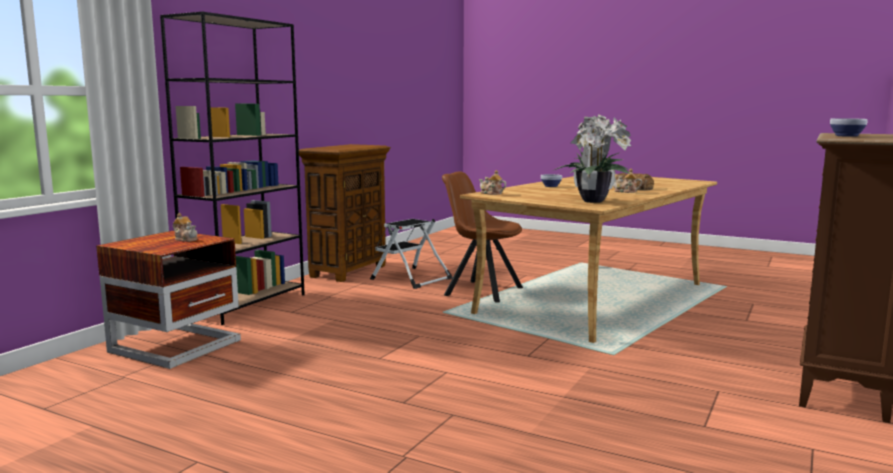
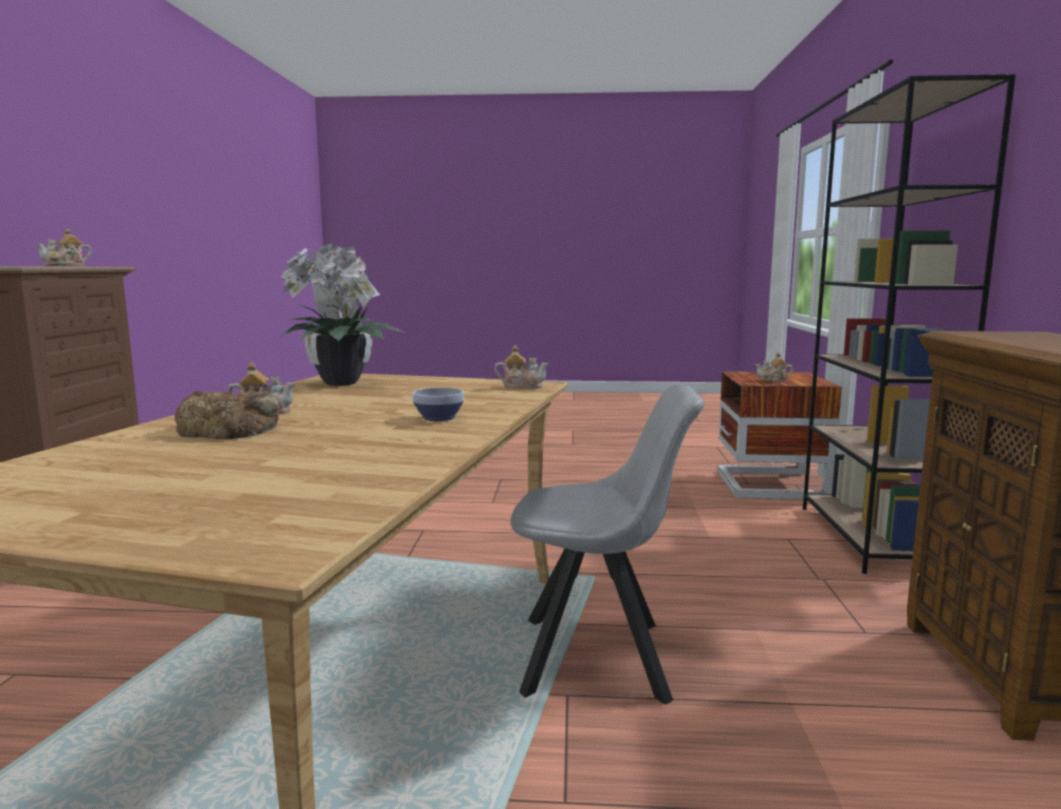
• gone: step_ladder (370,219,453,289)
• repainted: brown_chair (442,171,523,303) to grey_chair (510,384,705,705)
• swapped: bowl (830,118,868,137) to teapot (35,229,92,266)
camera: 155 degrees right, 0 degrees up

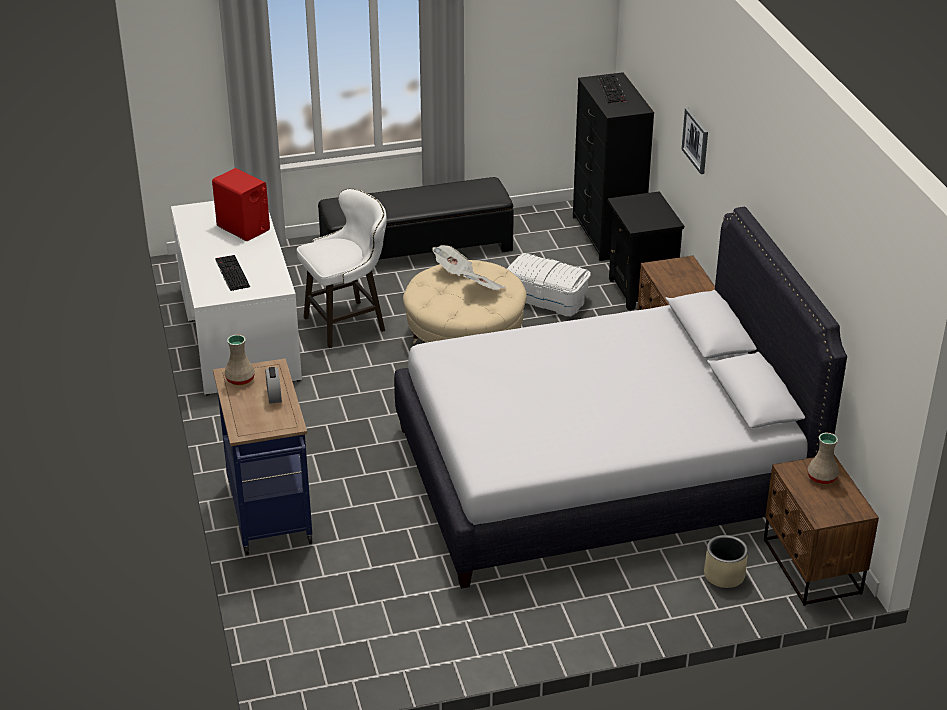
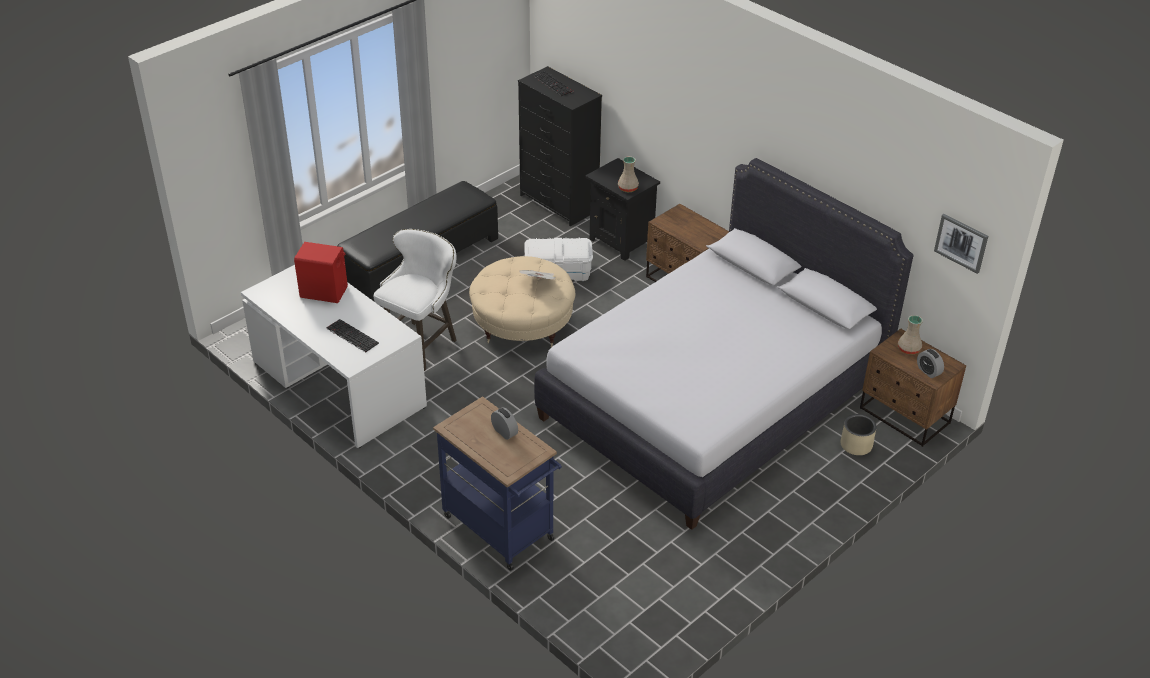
• shifted: beige_vase (225,335,255,385) to (618,156,639,192)
• gone: newspaper (432,245,474,276)
• shifted: picture (682,108,708,174) to (934,214,988,274)
• new: alarm_clock (917,349,944,378)
camera: 30 degrees left, 5 degrees up

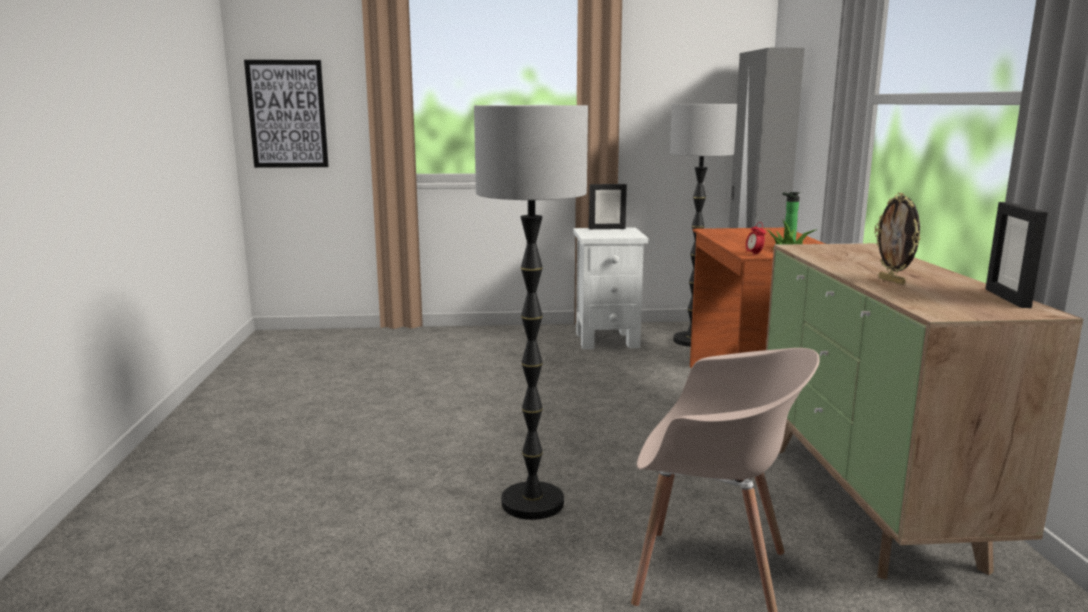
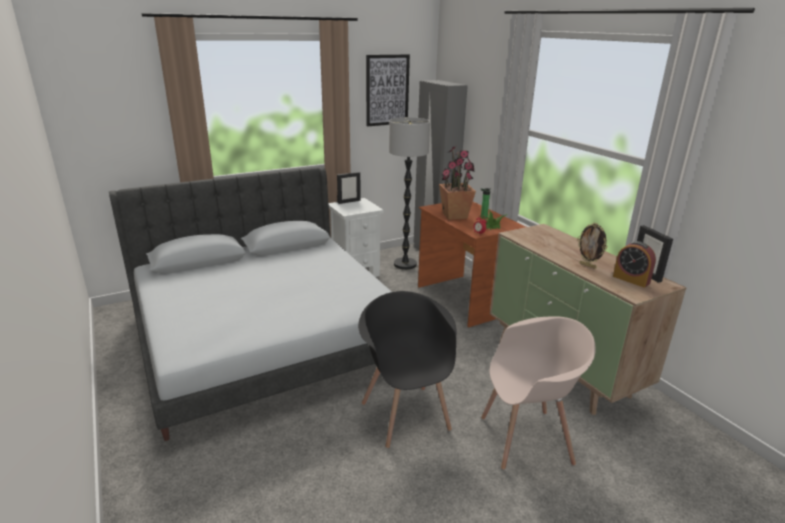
• shifted: picture (244,60,329,168) to (366,54,410,126)
• swapped: floor_lamp (474,105,588,520) to black_chair (358,291,457,448)
• new: grey_bed (109,167,392,441)
• new: potted_plant (439,146,476,220)
• new: alarm_clock (613,241,656,288)
camera: 25 degrees left, 10 degrees up

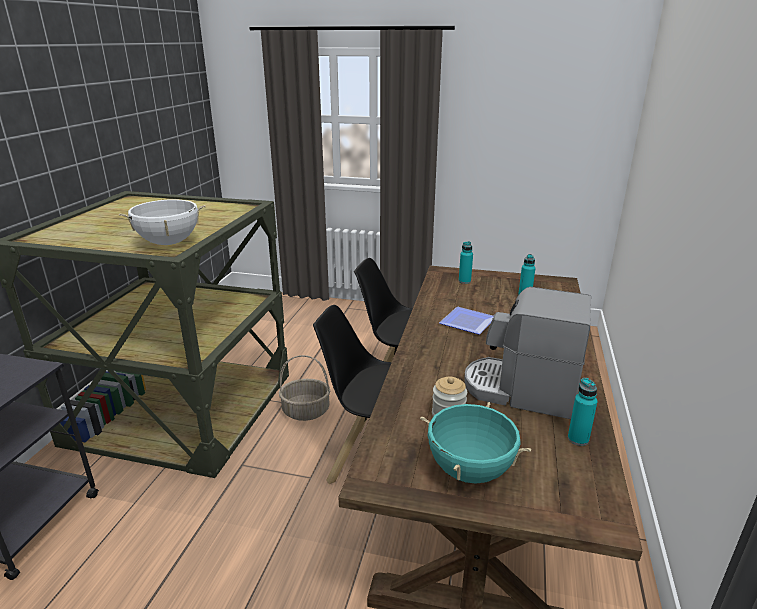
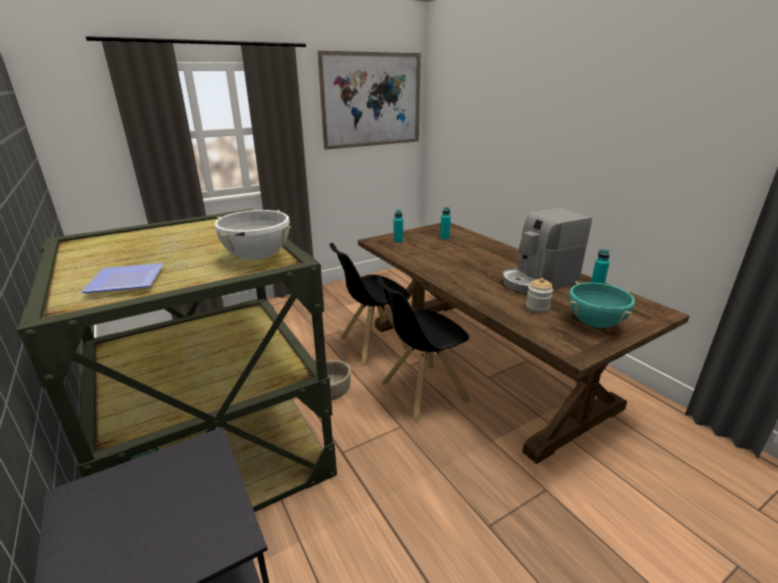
• shifted: plate (439,307,494,335) to (81,263,164,293)
• new: picture (317,51,421,150)
camera: 45 degrees left, 0 degrees up

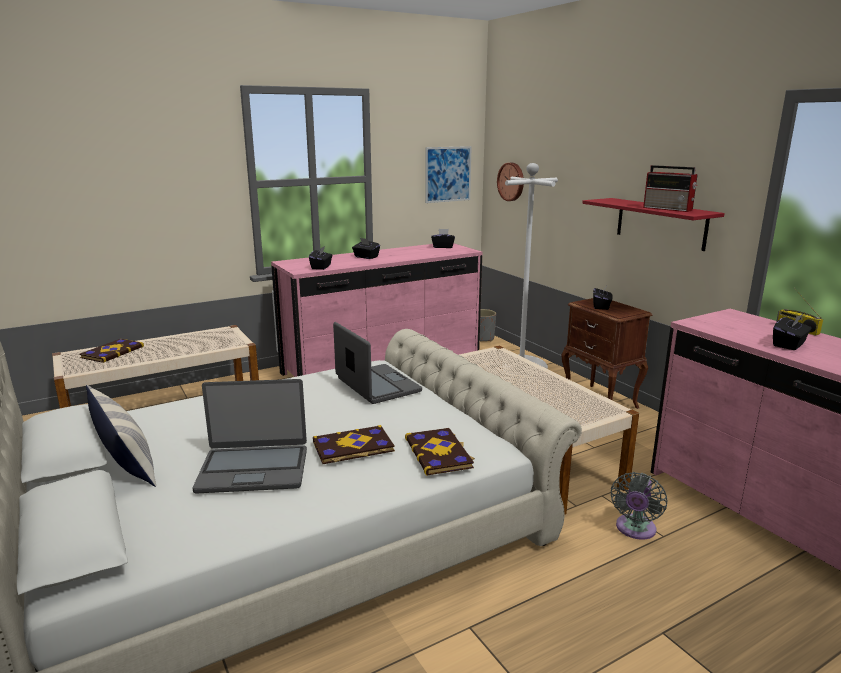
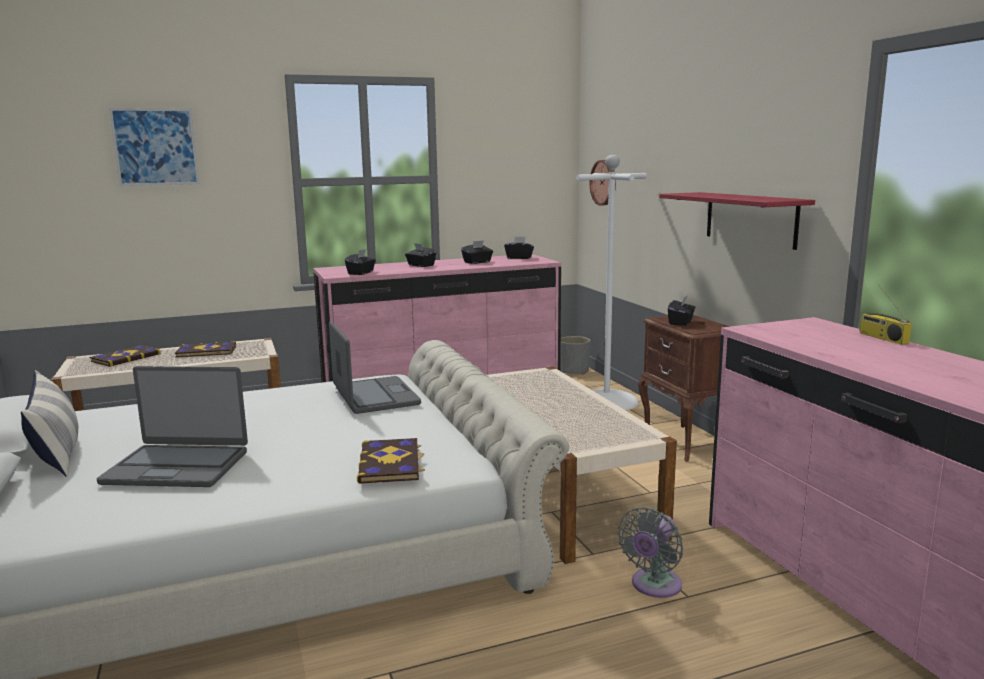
• shifted: book (313,425,395,464) to (175,341,236,358)
• shifted: picture (425,146,472,203) to (109,108,199,186)
• gone: radio (643,165,698,212)
• shifted: black_tissue_box (773,314,812,350) to (461,240,493,264)
camera: 10 degrees right, 5 degrees down

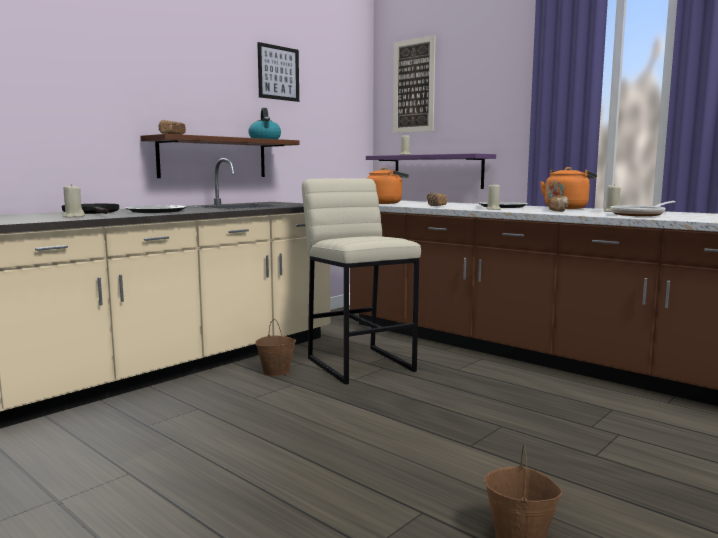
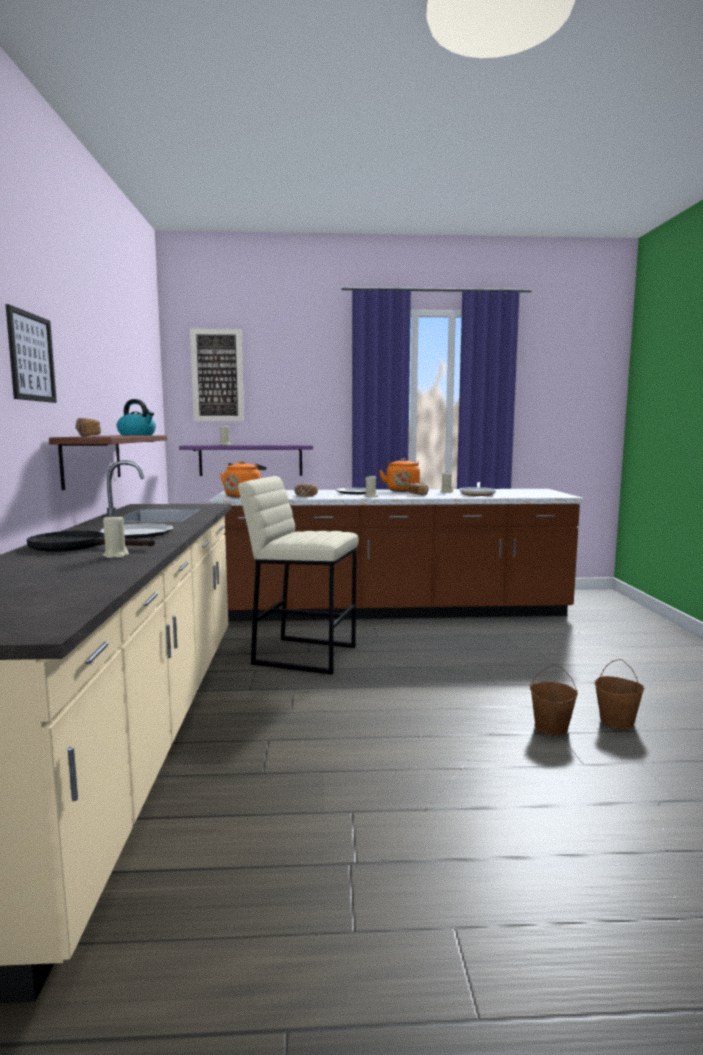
• shifted: brown_bucket (255,319,296,376) to (530,665,578,736)
• shifted: picture (257,42,299,102) to (5,304,57,403)
camera: 45 degrees left, 0 degrees up

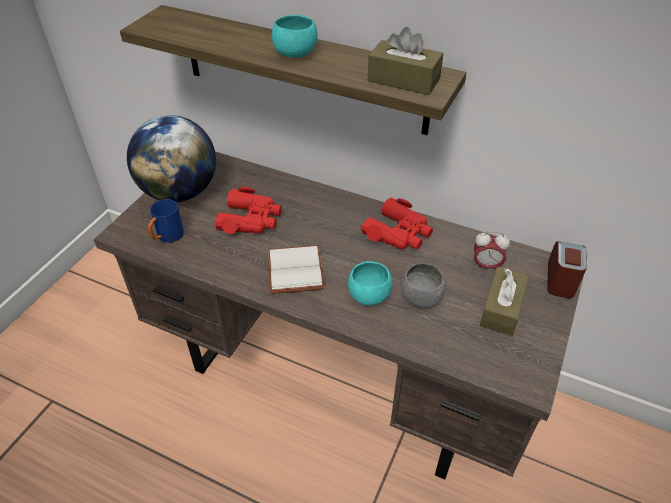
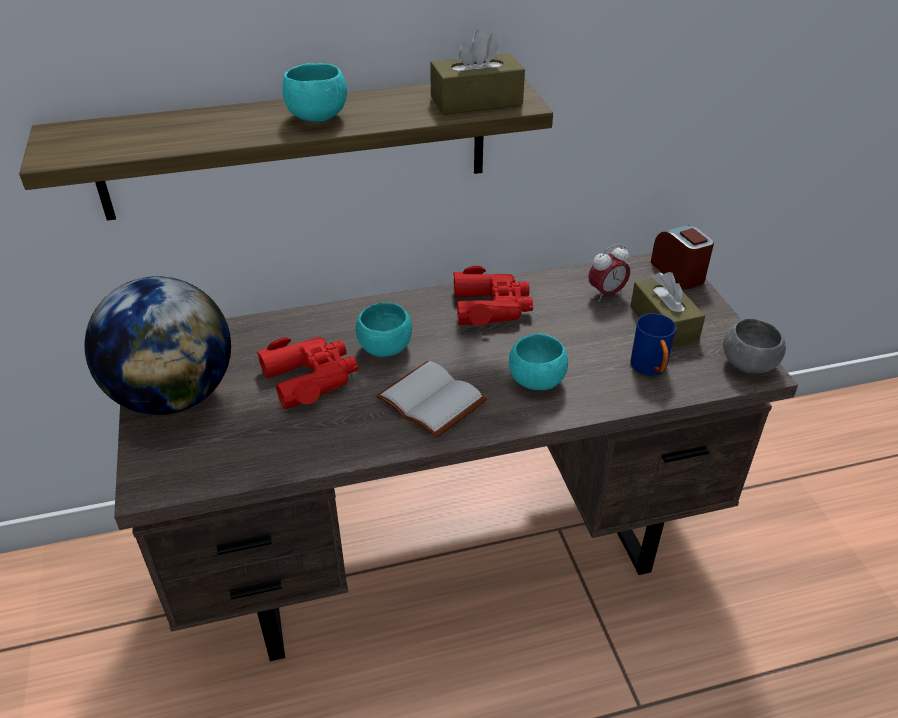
• shifted: blue_mug (148,199,184,243) to (630,313,676,376)
• shifted: grey_bowl (401,263,446,308) to (723,319,786,374)
• new: turquoise_bowl (356,303,412,357)
camera: 40 degrees left, 5 degrees down

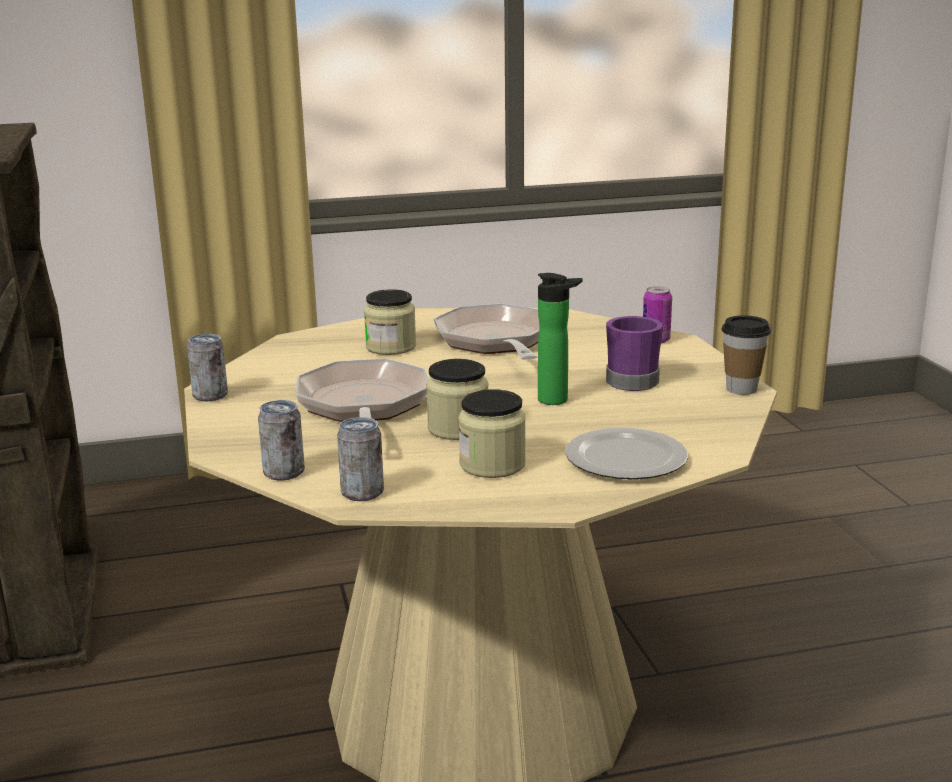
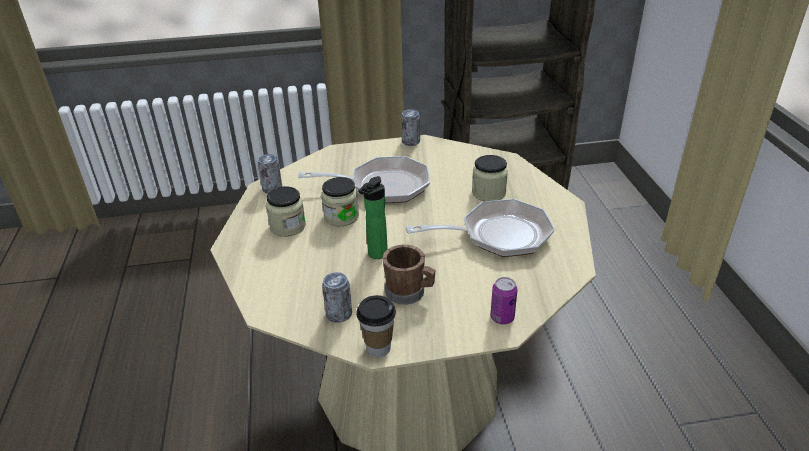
• shifted: can (258,400,305,480) to (322,272,352,323)
• gone: plate (565,428,688,479)
• repainted: purple_mug (606,316,663,391) to brown_mug (382,245,435,305)
camera: 95 degrees right, 15 degrees up

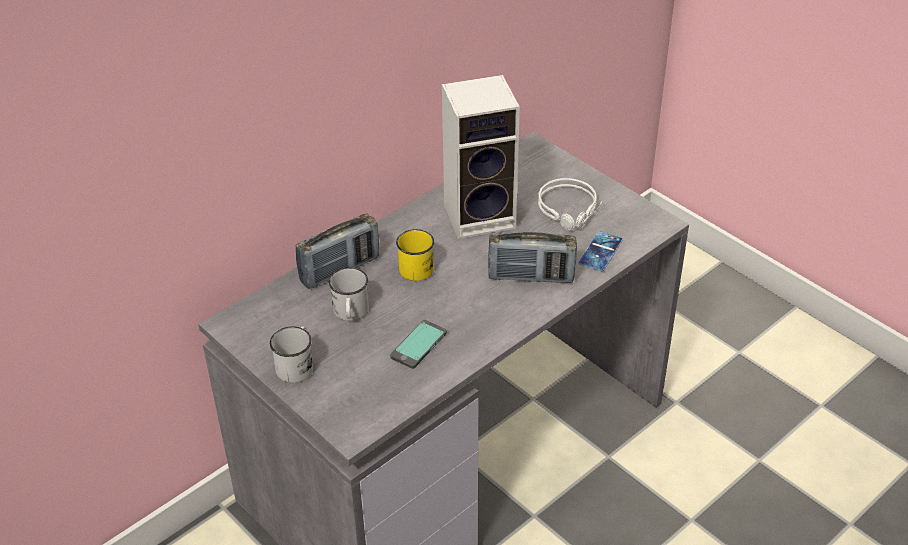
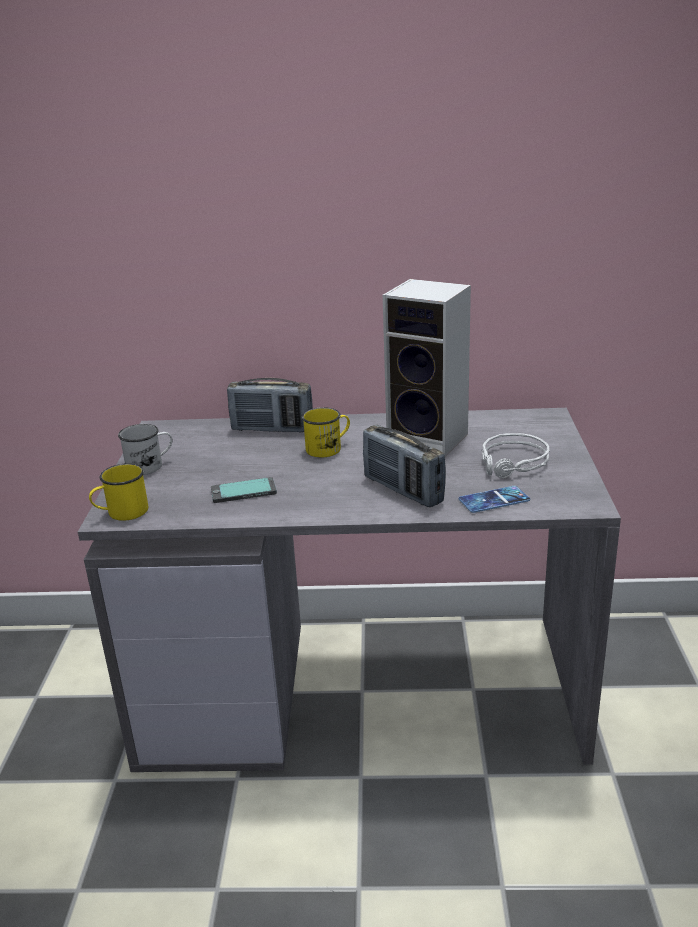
• gone: white_mug (328,267,369,321)
• new: yellow_mug (89,463,148,521)
camera: 45 degrees right, 15 degrees down

